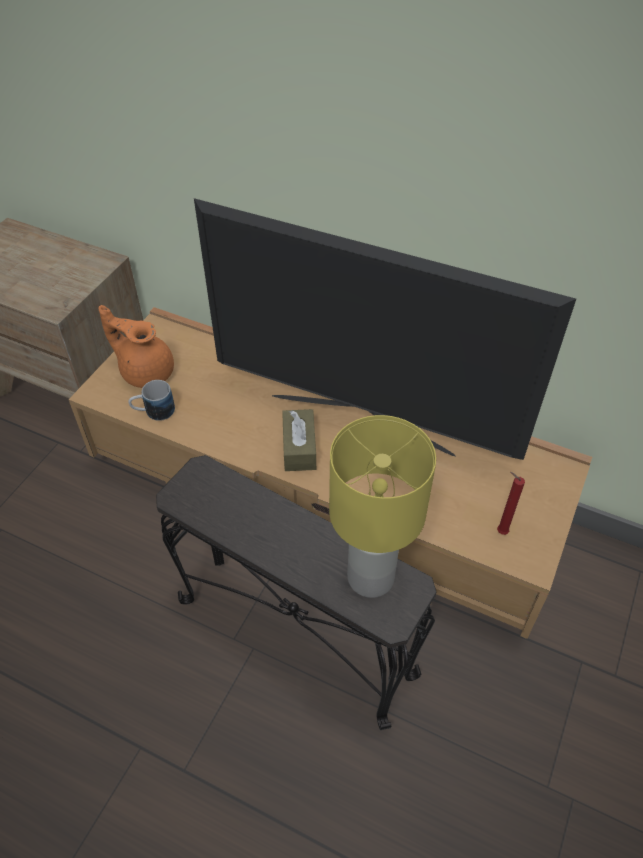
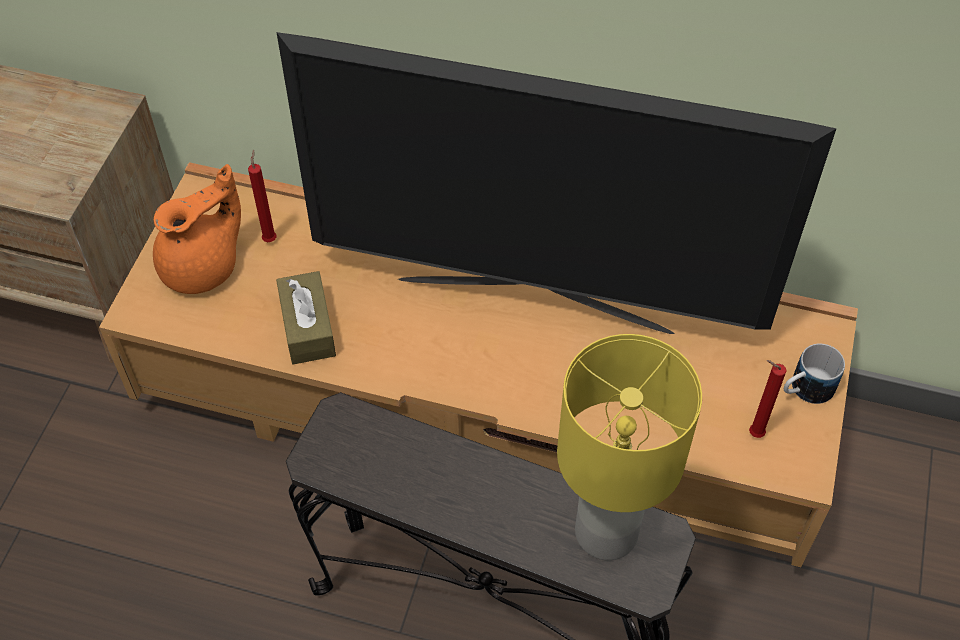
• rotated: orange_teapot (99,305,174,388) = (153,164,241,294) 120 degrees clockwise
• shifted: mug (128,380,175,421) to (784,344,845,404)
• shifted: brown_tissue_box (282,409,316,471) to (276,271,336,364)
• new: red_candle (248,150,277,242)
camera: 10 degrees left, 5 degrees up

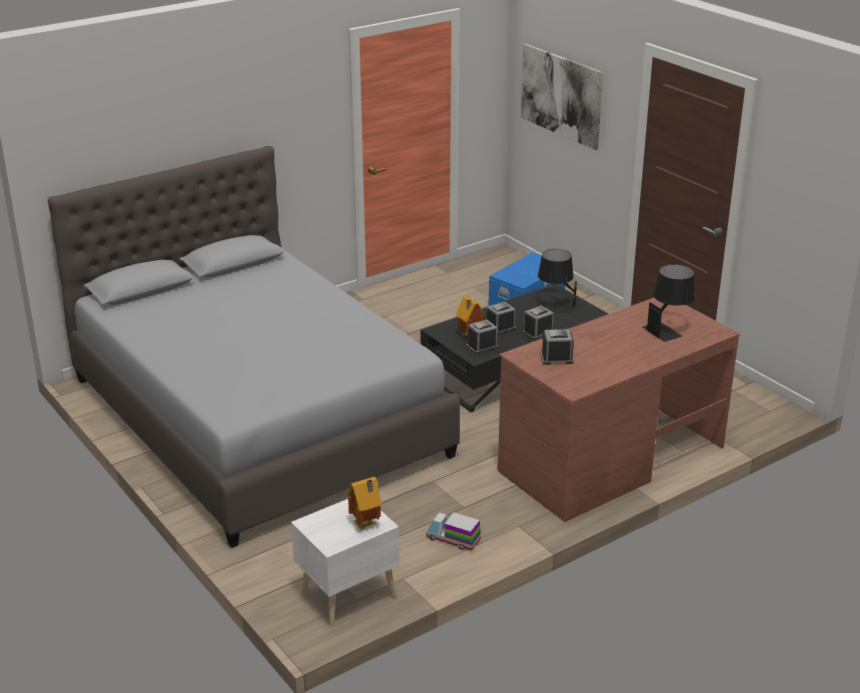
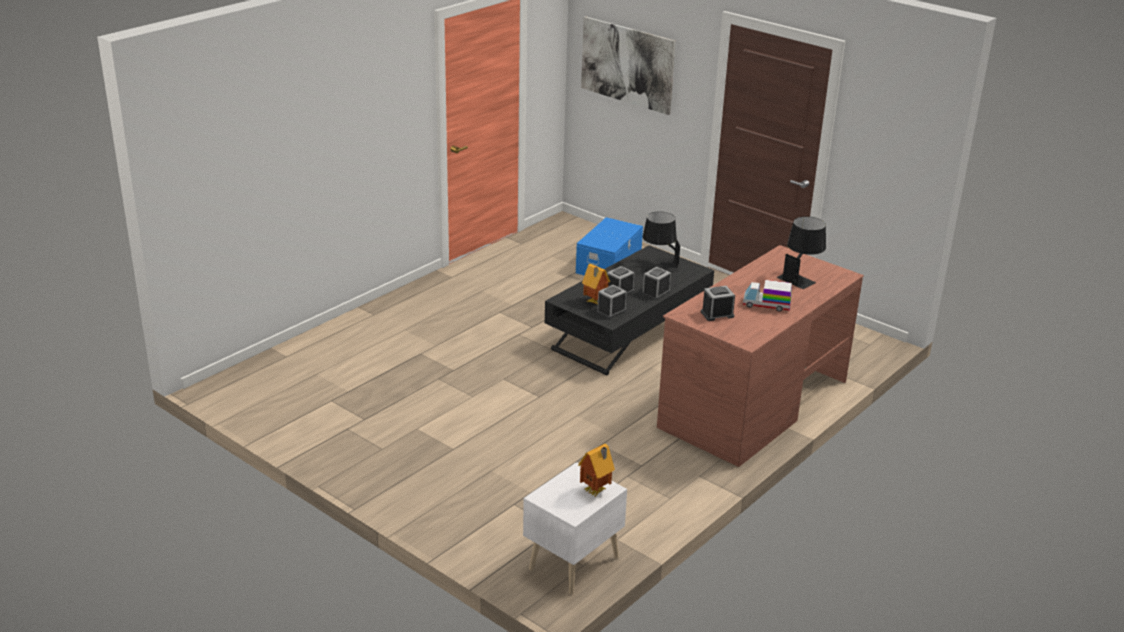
• gone: grey_bed (48,146,460,548)
• shifted: toy_truck (426,512,481,551) to (743,280,792,312)
camera: 15 degrees left, 0 degrees up

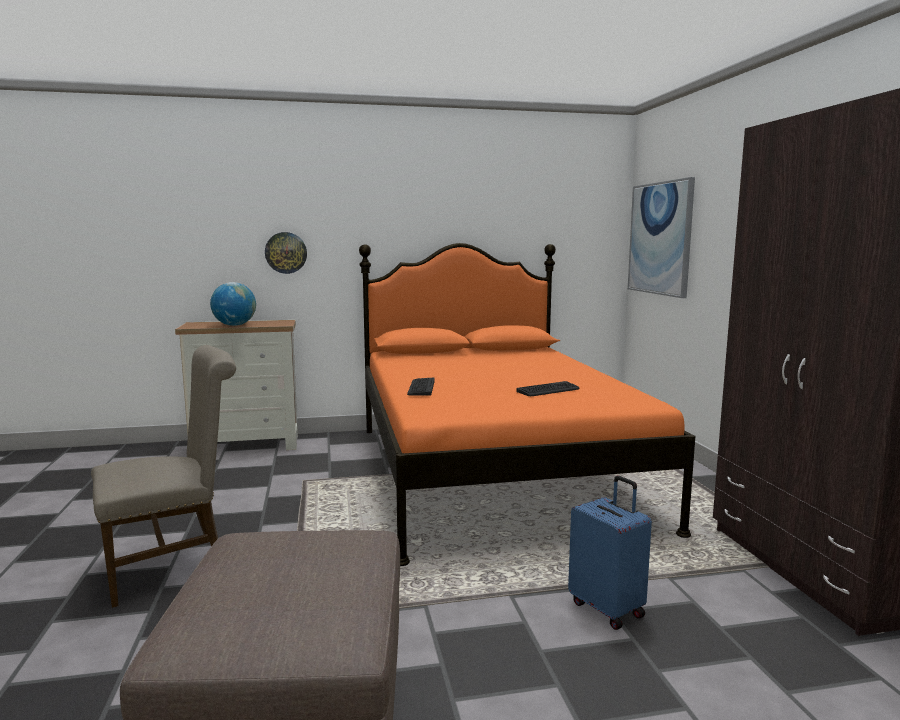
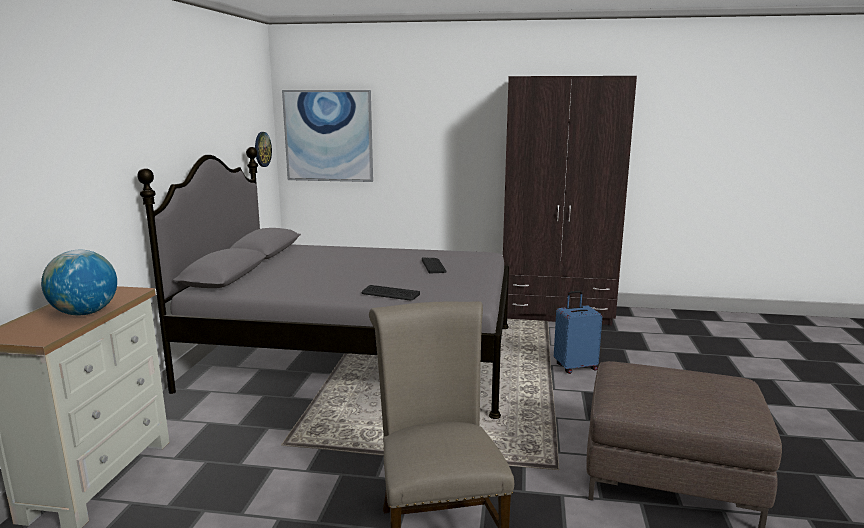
• shifted: wall_clock (265,232,307,274) to (255,132,272,167)
• repainted: orange_bed (359,243,695,566) to grey_bed (137,147,509,419)
camera: 70 degrees left, 5 degrees up

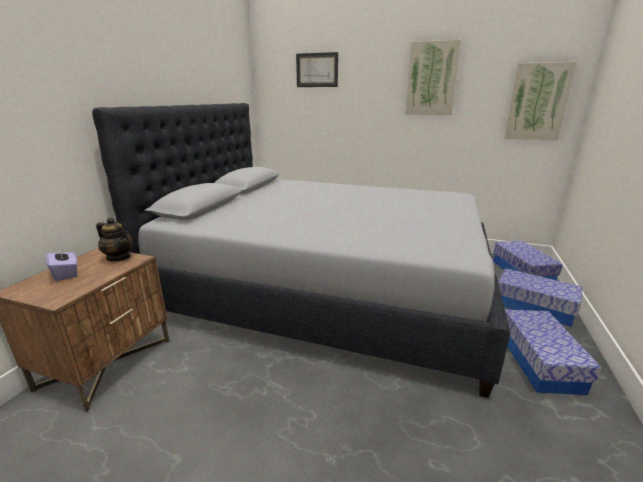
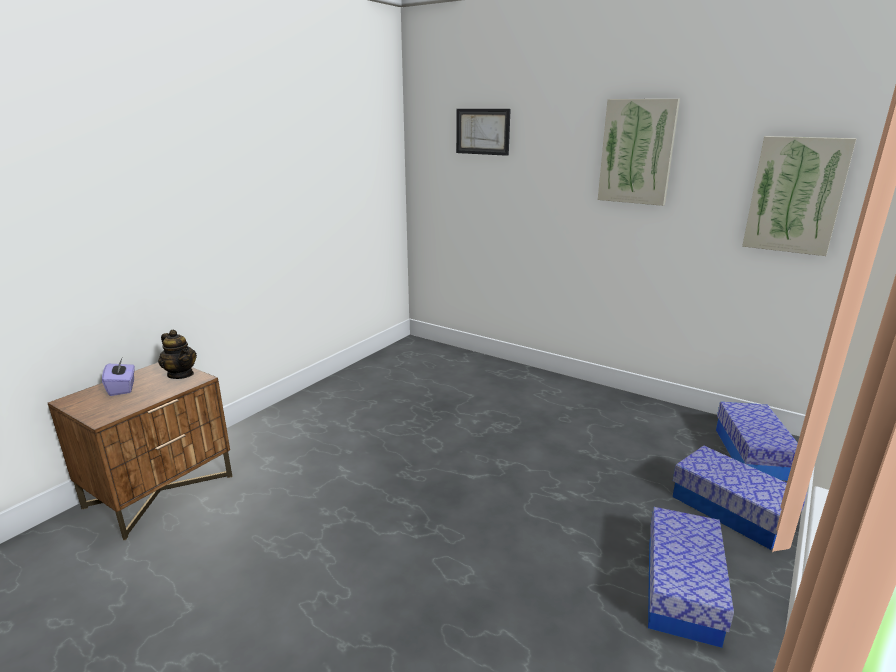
• gone: grey_bed (92,103,510,398)
camera: 15 degrees right, 0 degrees up

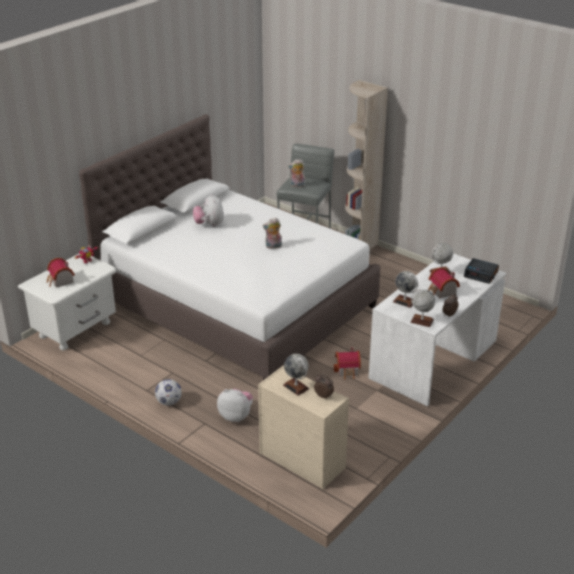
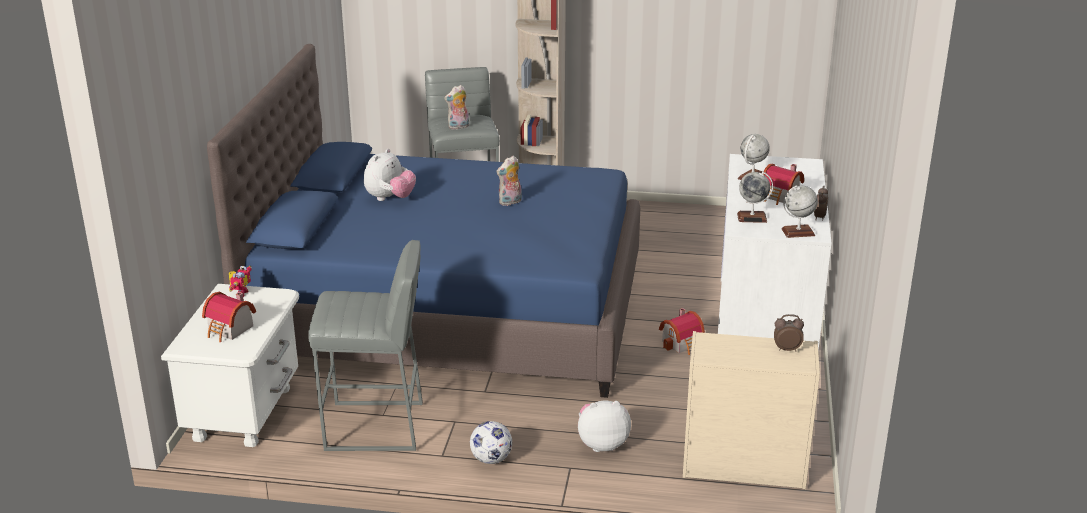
• repainted: white_bed (79,114,380,380) to blue_bed (207,44,640,398)
• rotated: plush_toy (193,194,224,227) = (364,149,416,201) 105 degrees counterclockwise
• gone: globe (283,354,309,396)
• gone: alarm_clock (464,258,499,284)
• new: grey_stool (308,240,423,451)
camera: 30 degrees left, 5 degrees down

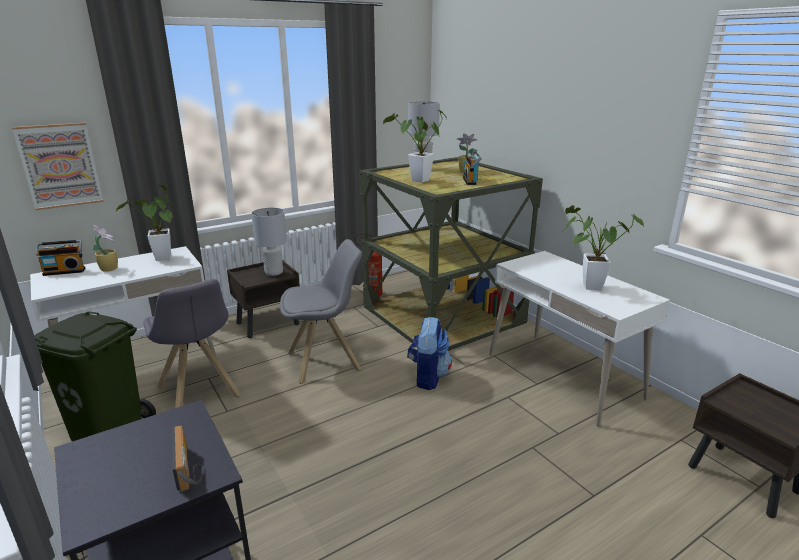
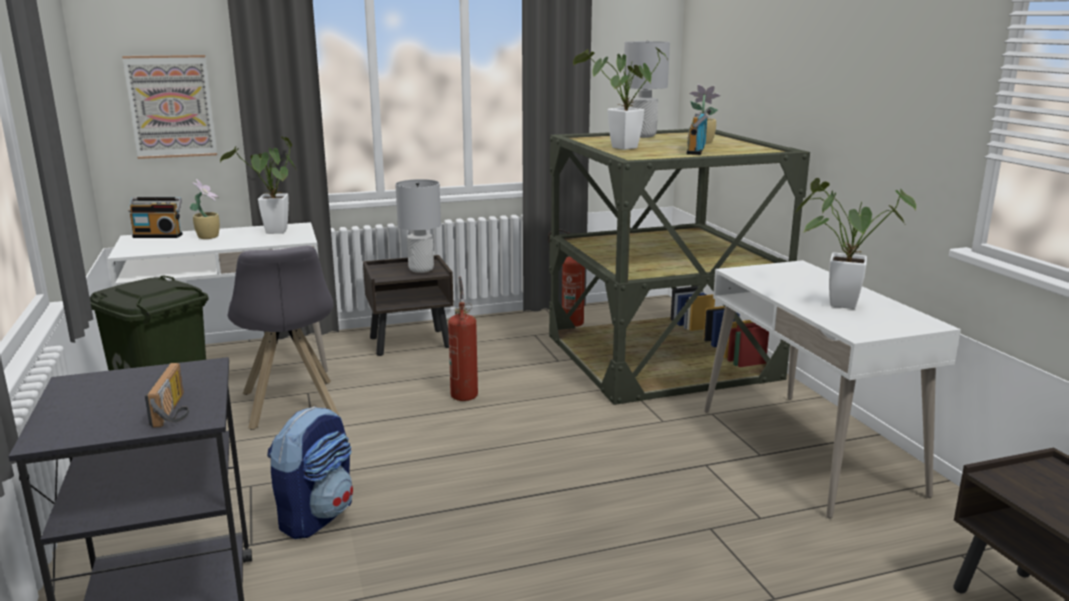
• swapped: grey_chair (280,239,362,384) to fire_extinguisher (448,276,478,401)
• shifted: backpack (407,317,452,390) to (267,406,353,539)
camera: 15 degrees right, 5 degrees down

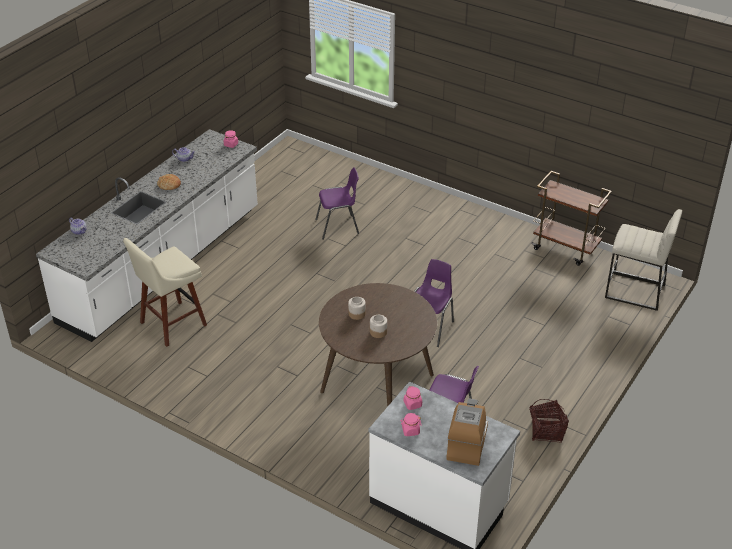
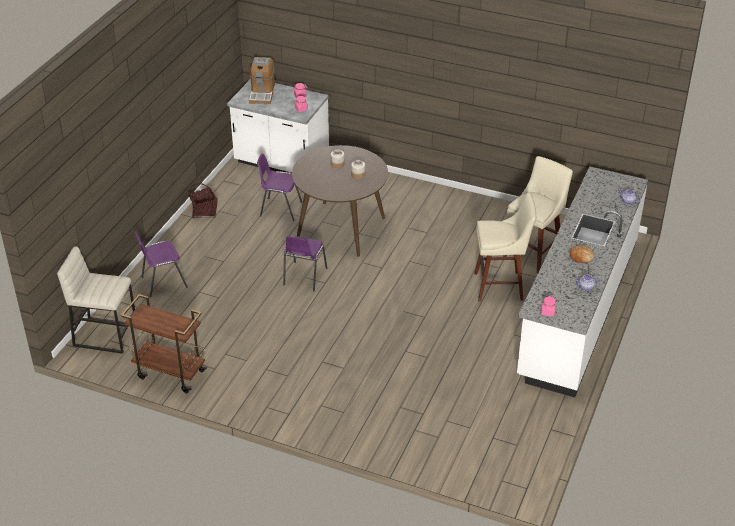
• shifted: purple_chair (315,167,359,240) to (134,231,188,297)
• new: beige_stool (474,193,536,301)
camera: 170 degrees right, 0 degrees up

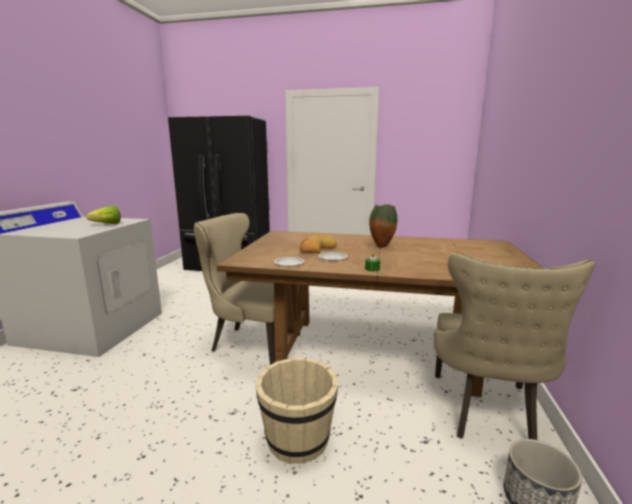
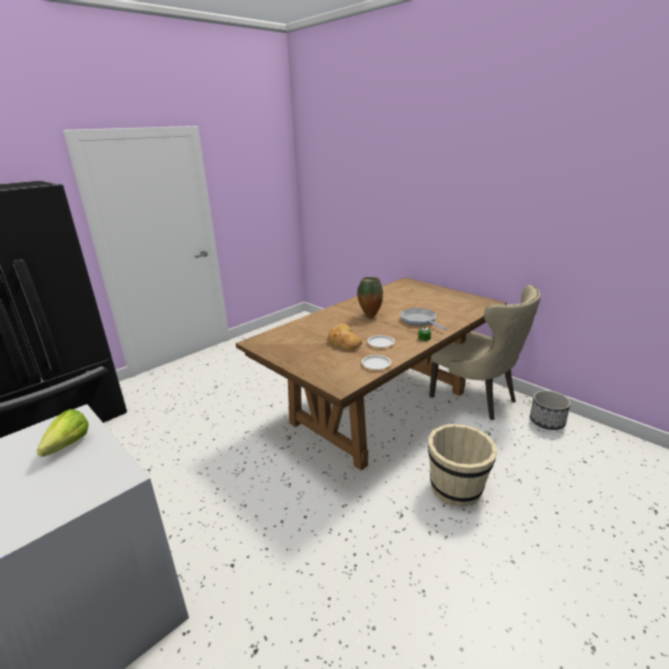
• gone: beige_chair (194,213,300,365)
• new: frying_pan (400,308,447,330)
camera: 55 degrees left, 10 degrees up

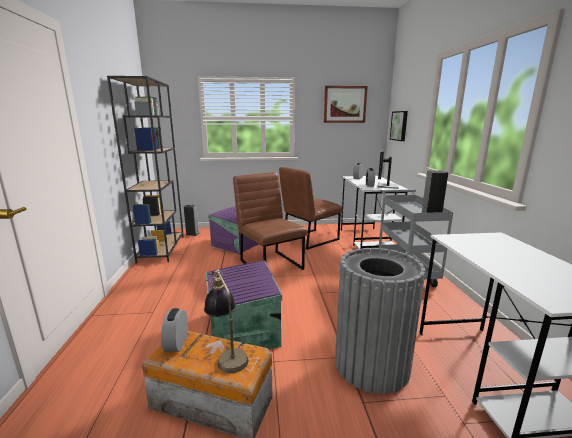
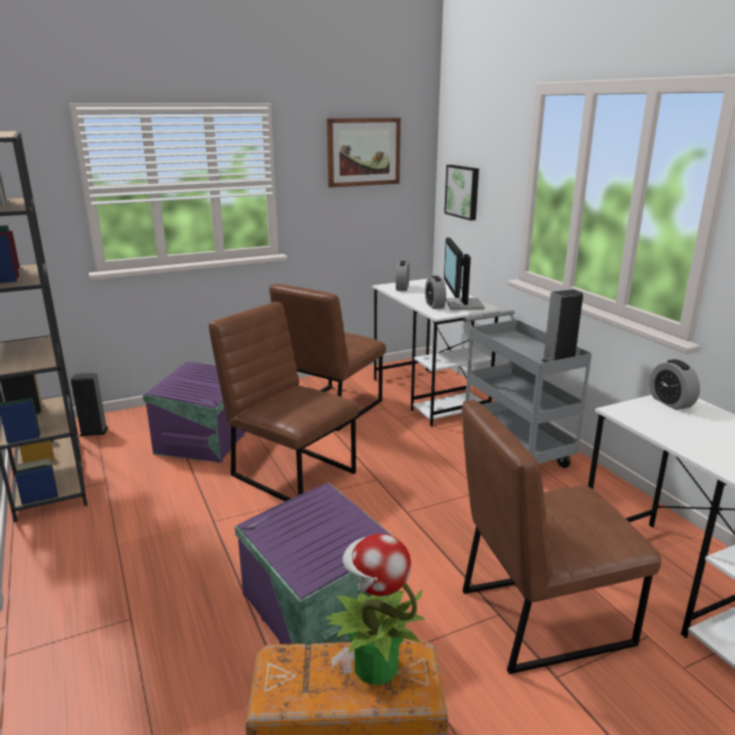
• shifted: alarm_clock (161,308,188,352) to (650,359,700,410)
• swapped: table_lamp (204,269,248,373) to potted_plant (325,534,425,685)
• swapped: grey_trash_can (335,248,425,394) to brown_chair (462,400,661,674)
camera: 20 degrees left, 5 degrees up

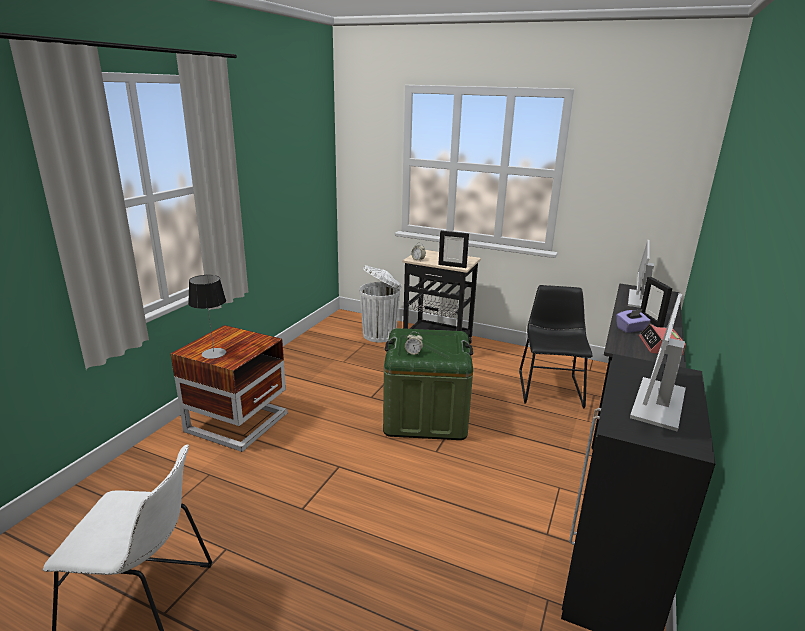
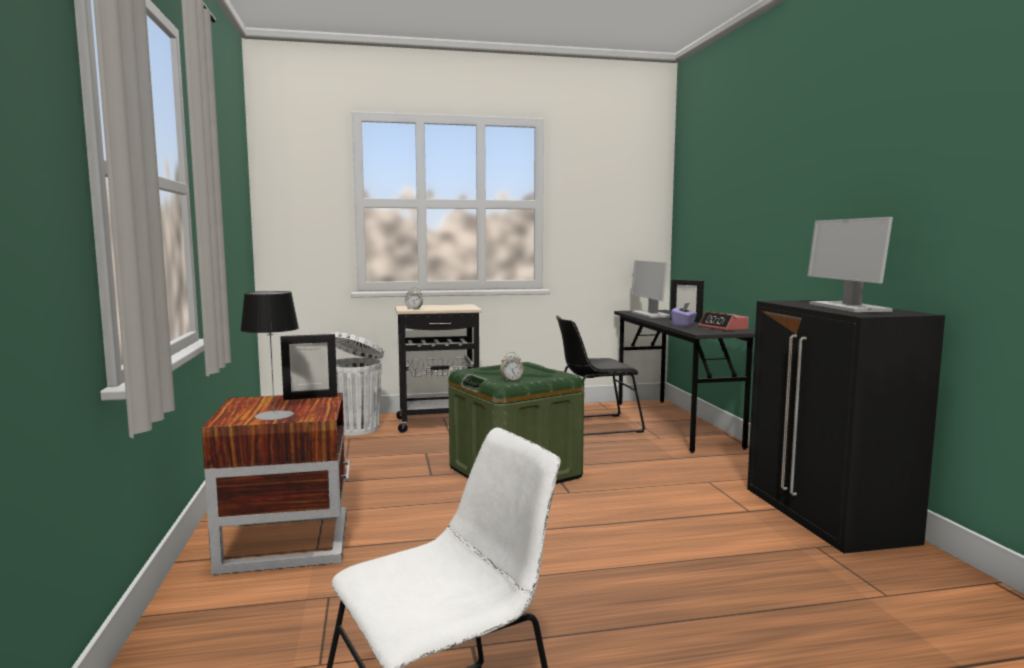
• shifted: picture_frame (438,231,469,268) to (280,334,337,400)
• rotated: black_chair (519,285,592,409) = (556,316,645,435) 75 degrees counterclockwise
camera: 35 degrees left, 15 degrees down

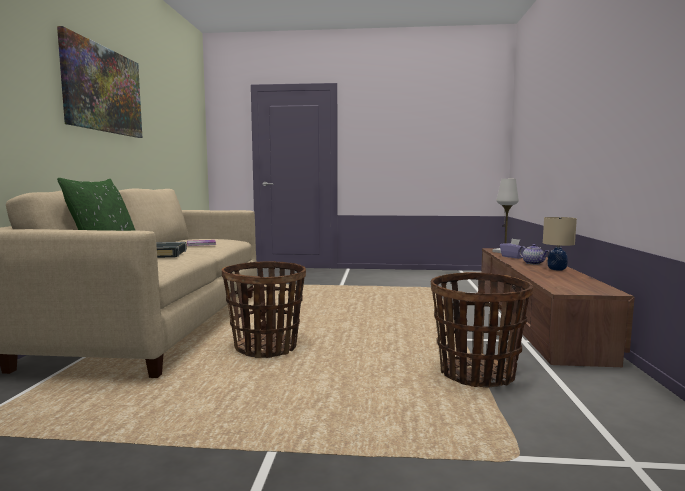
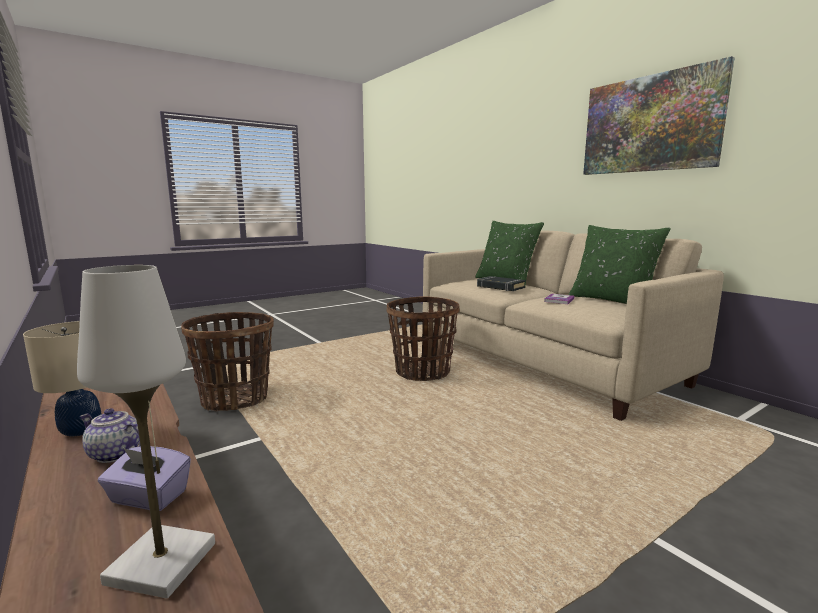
• new: green_pillow (569,225,671,304)
camera: 140 degrees right, 5 degrees up

